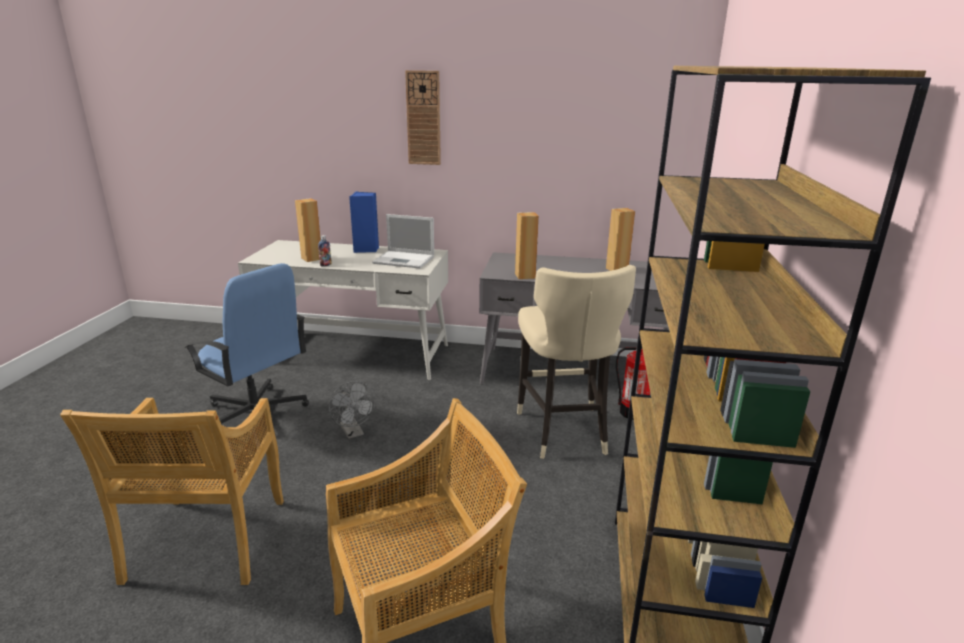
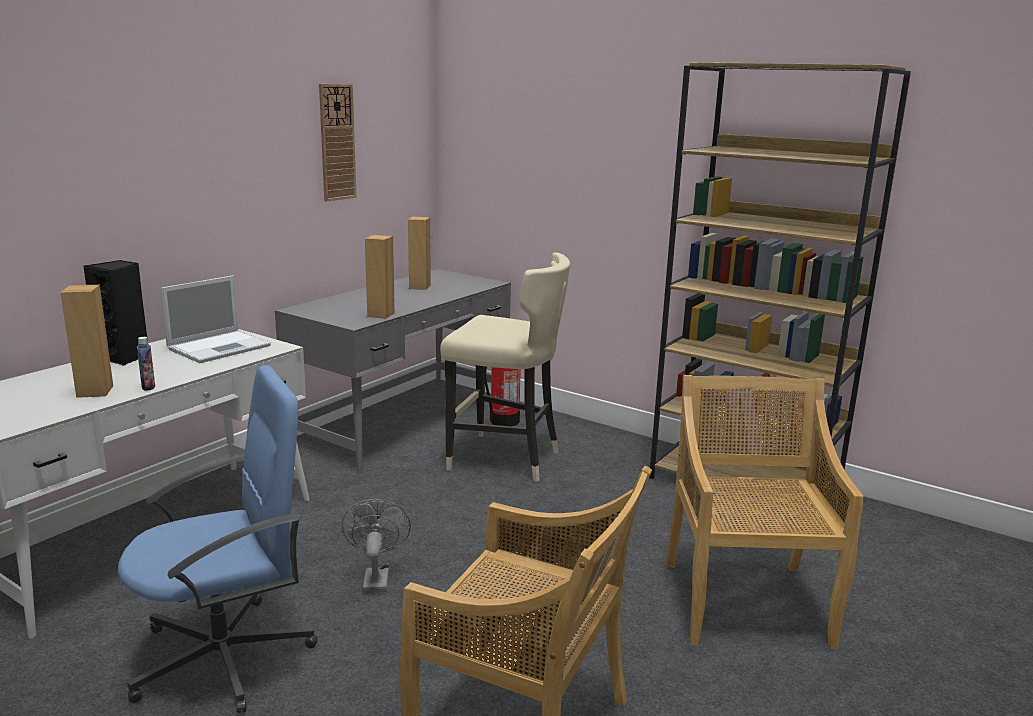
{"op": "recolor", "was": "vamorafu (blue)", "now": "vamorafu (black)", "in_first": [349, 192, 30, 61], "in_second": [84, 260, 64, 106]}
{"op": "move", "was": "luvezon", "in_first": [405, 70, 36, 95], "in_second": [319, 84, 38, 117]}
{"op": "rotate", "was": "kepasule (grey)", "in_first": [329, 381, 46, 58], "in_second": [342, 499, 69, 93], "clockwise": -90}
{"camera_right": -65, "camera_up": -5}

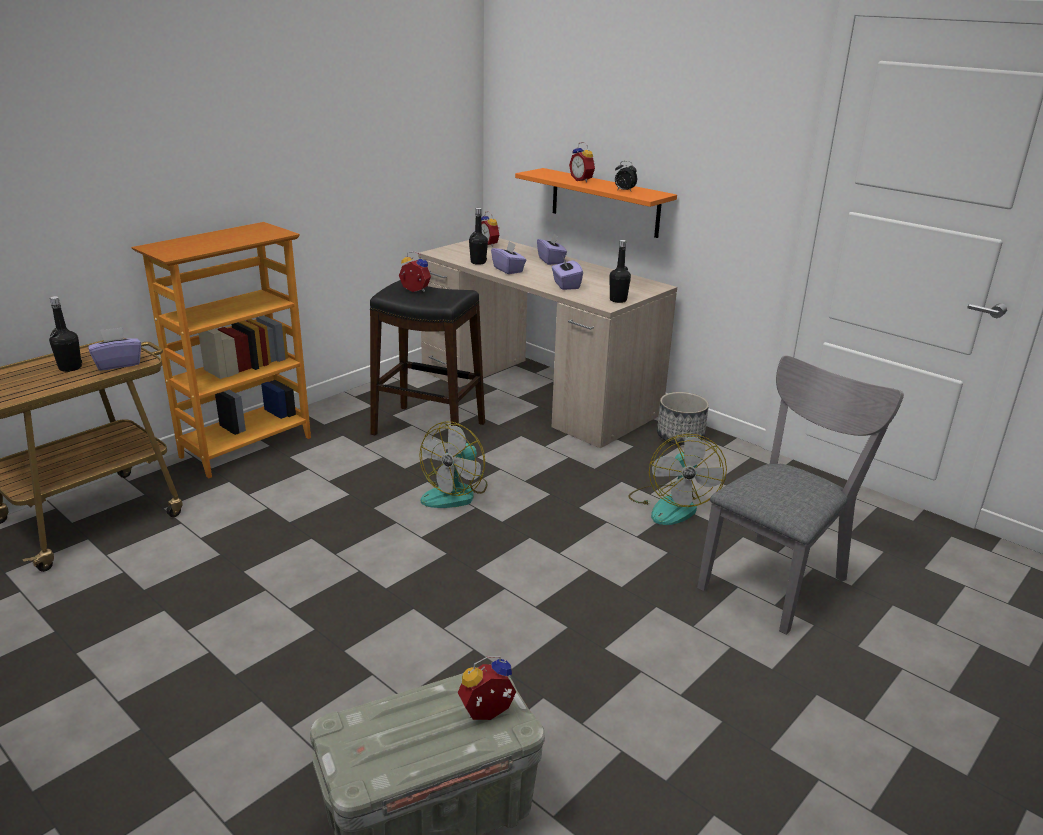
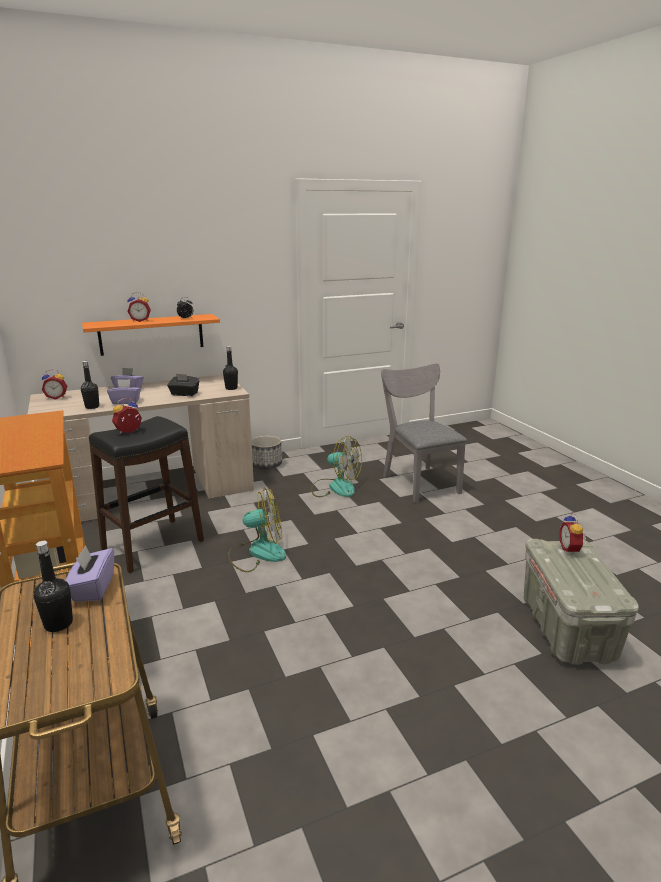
{"op": "recolor", "was": "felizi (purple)", "now": "felizi (black)", "in_first": [552, 257, 31, 33], "in_second": [167, 374, 33, 22]}
{"op": "rotate", "was": "kepasule", "in_first": [419, 422, 68, 86], "in_second": [228, 487, 58, 85], "clockwise": -60}
{"camera_right": -65, "camera_up": -5}

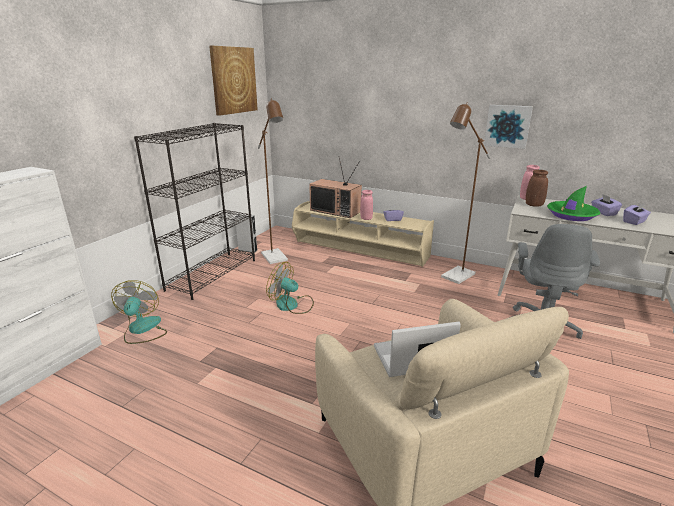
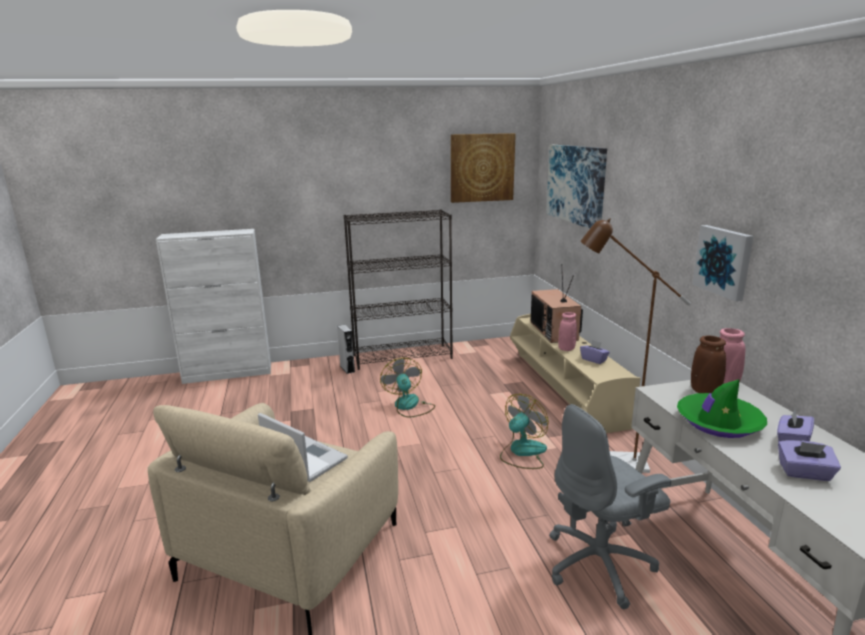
{"op": "move", "was": "vamorafu (grey)", "in_first": [235, 214, 22, 39], "in_second": [337, 325, 18, 49]}
{"op": "move", "was": "kepasule", "in_first": [111, 280, 56, 64], "in_second": [500, 394, 49, 75]}
{"op": "insert", "now": "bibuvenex", "in_second": [546, 145, 61, 84]}
{"op": "delete", "was": "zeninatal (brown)", "in_first": [258, 99, 30, 165]}
{"camera_right": 50, "camera_up": -5}

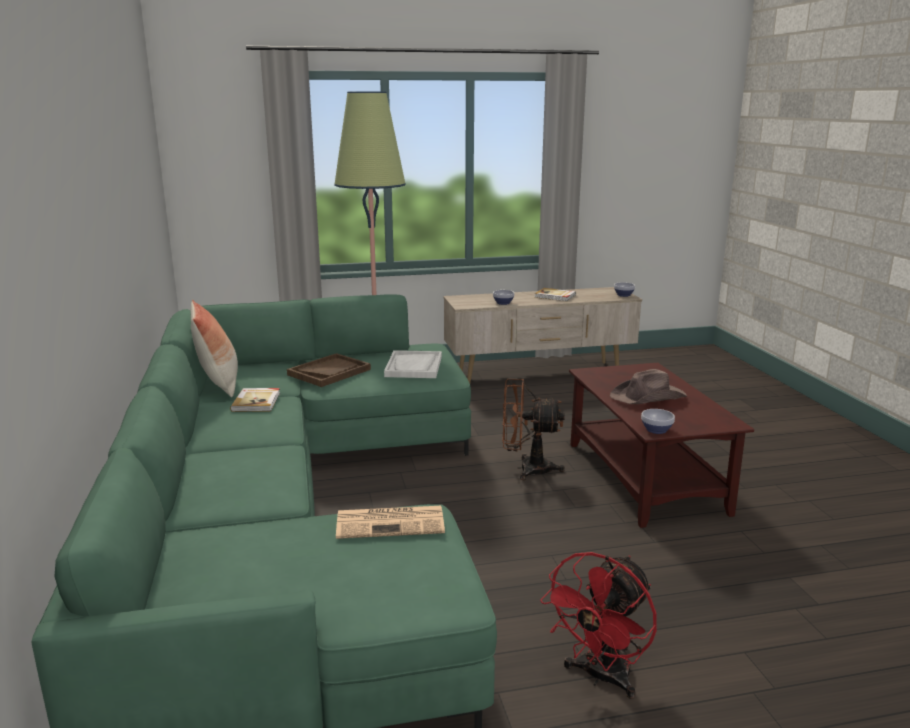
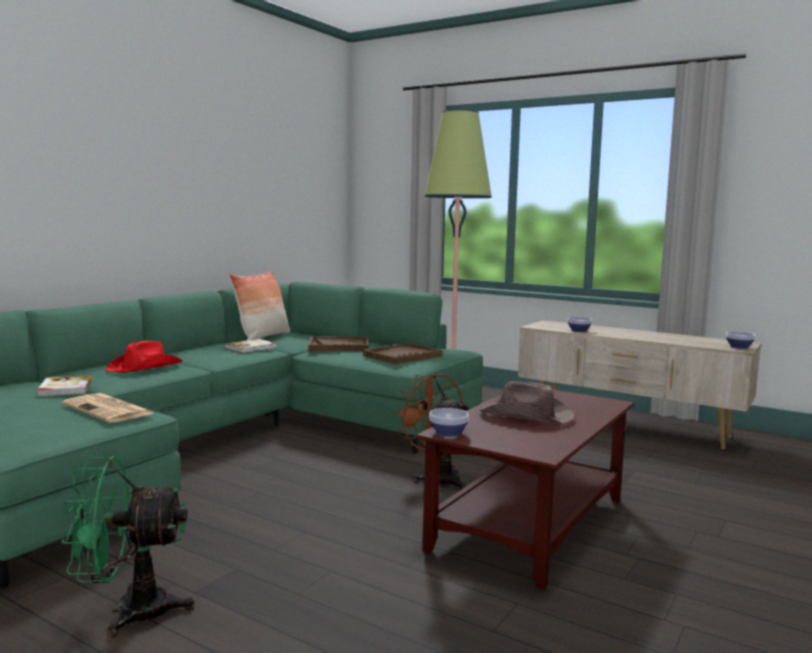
{"op": "move", "was": "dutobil", "in_first": [534, 288, 42, 13], "in_second": [37, 375, 55, 22]}
{"op": "recolor", "was": "kepasule (red)", "now": "kepasule (green)", "in_first": [540, 552, 117, 147], "in_second": [61, 456, 133, 181]}
{"op": "insert", "now": "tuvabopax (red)", "in_second": [105, 341, 78, 31]}
{"op": "recolor", "was": "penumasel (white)", "now": "penumasel (brown)", "in_first": [384, 350, 58, 28], "in_second": [363, 343, 80, 21]}
{"camera_right": 45, "camera_up": -10}

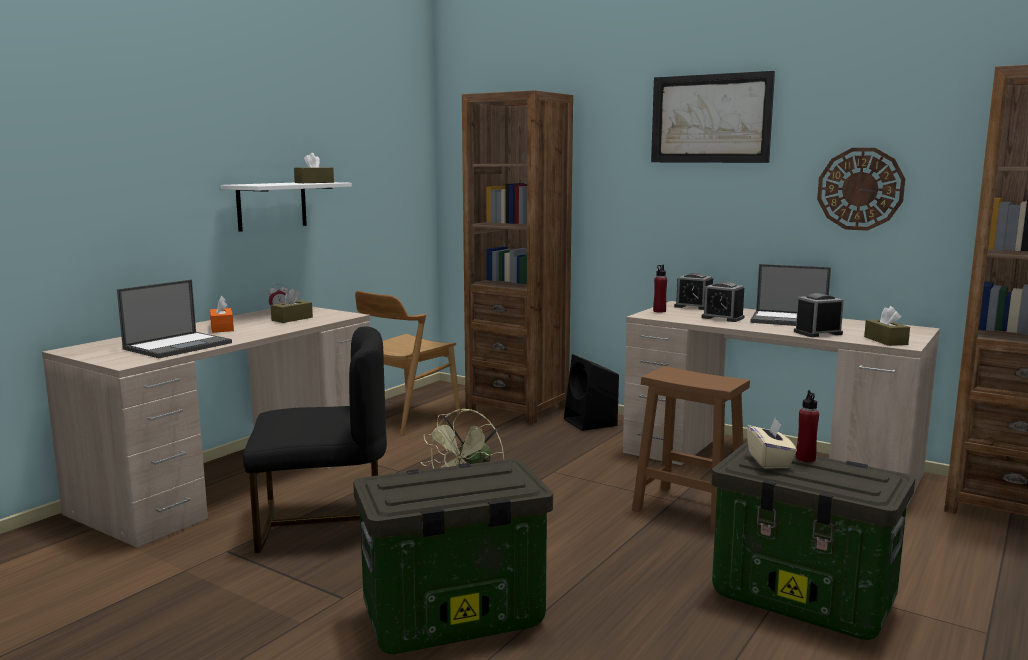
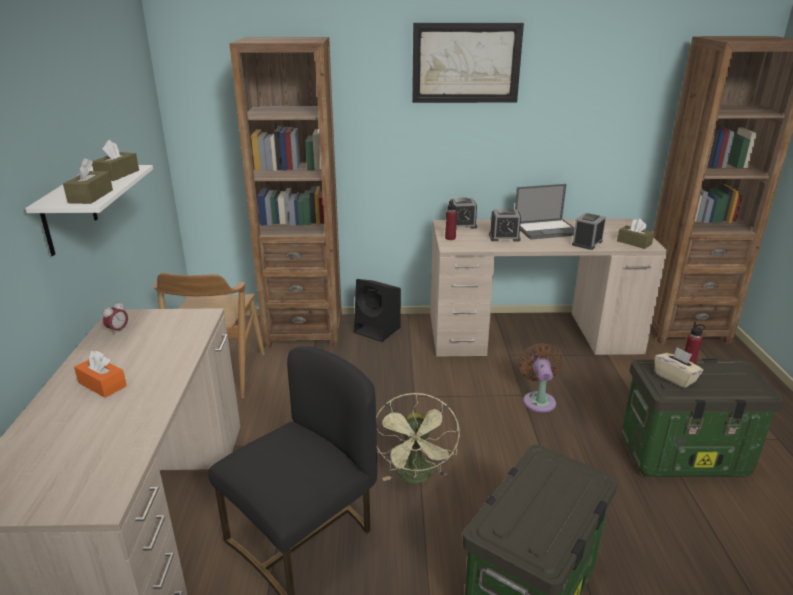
{"op": "move", "was": "felizi (brown)", "in_first": [271, 288, 42, 35], "in_second": [63, 158, 50, 46]}
{"op": "replace", "was": "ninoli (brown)", "now": "kepasule (brown)", "in_first": [632, 366, 118, 167], "in_second": [518, 343, 45, 70]}
{"op": "delete", "was": "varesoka", "in_first": [117, 280, 115, 78]}
{"op": "delete", "was": "luvezon", "in_first": [817, 148, 88, 83]}
{"camera_right": -35, "camera_up": 15}

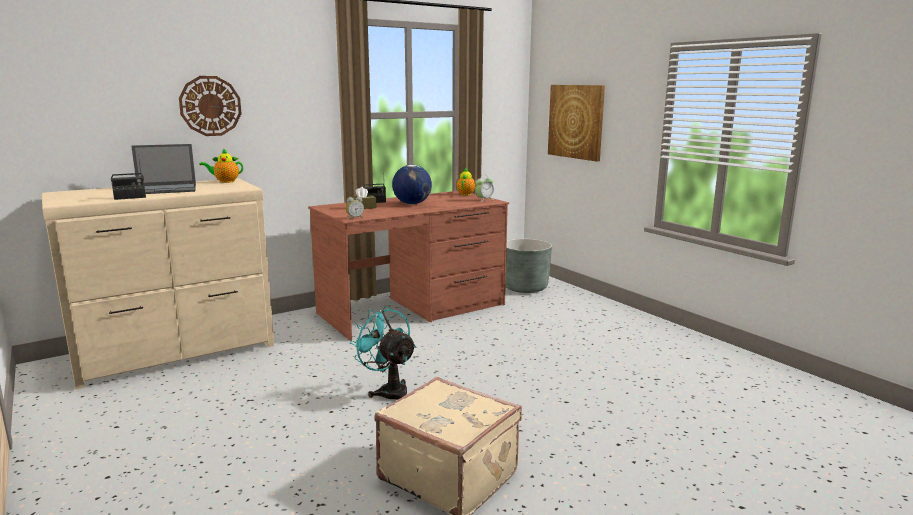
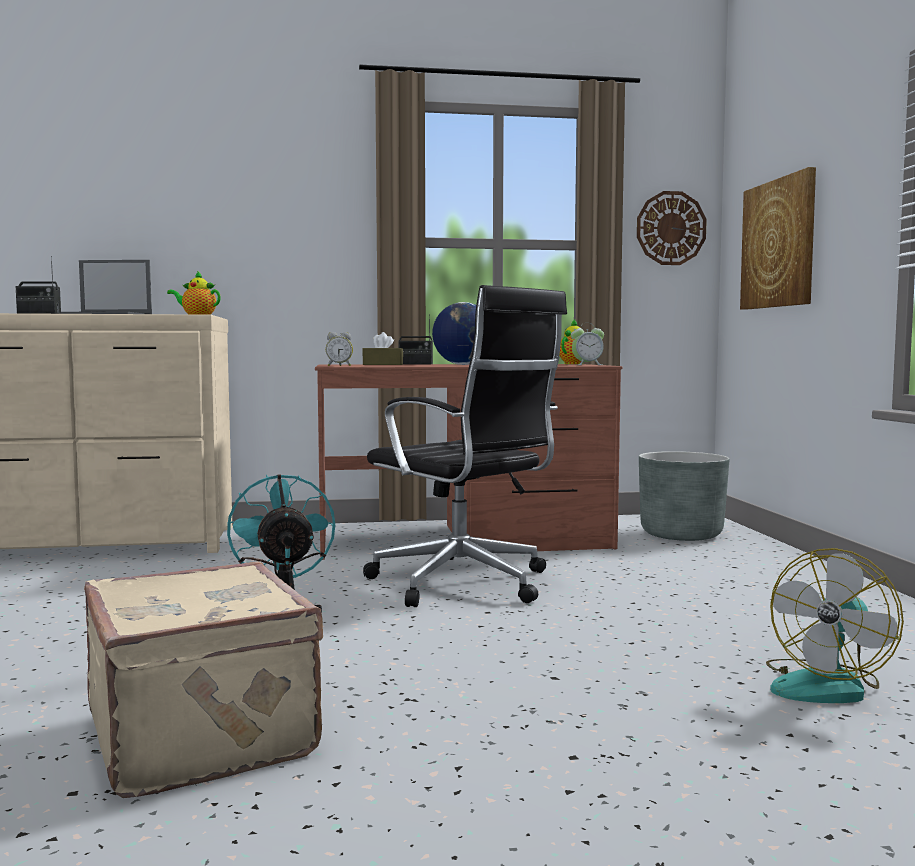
{"op": "insert", "now": "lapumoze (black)", "in_second": [363, 285, 204, 322]}
{"op": "move", "was": "luvezon", "in_first": [179, 76, 63, 60], "in_second": [637, 191, 70, 74]}
{"op": "insert", "now": "kepasule", "in_second": [766, 548, 138, 155]}
{"camera_right": 25, "camera_up": -10}

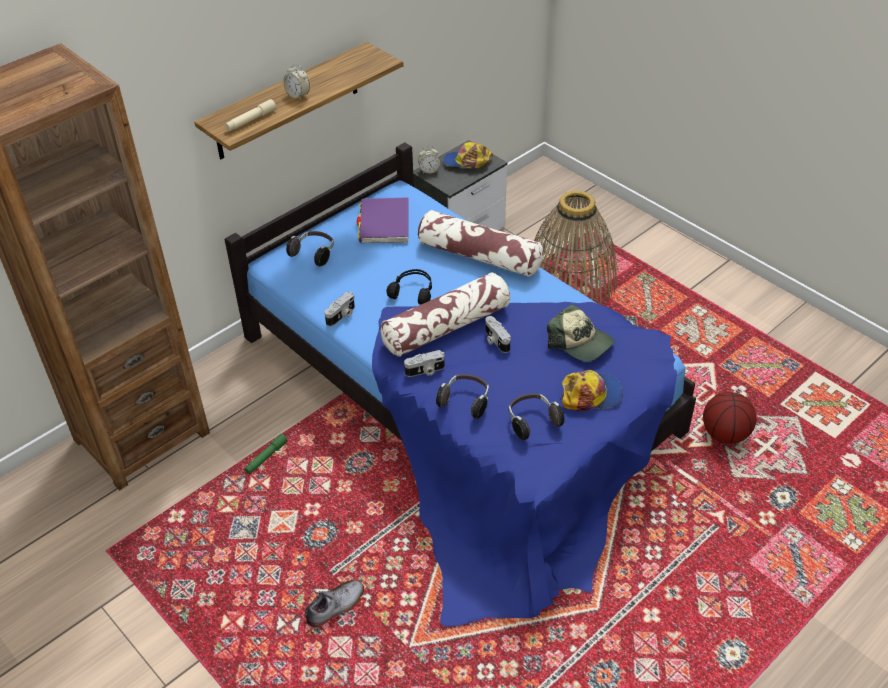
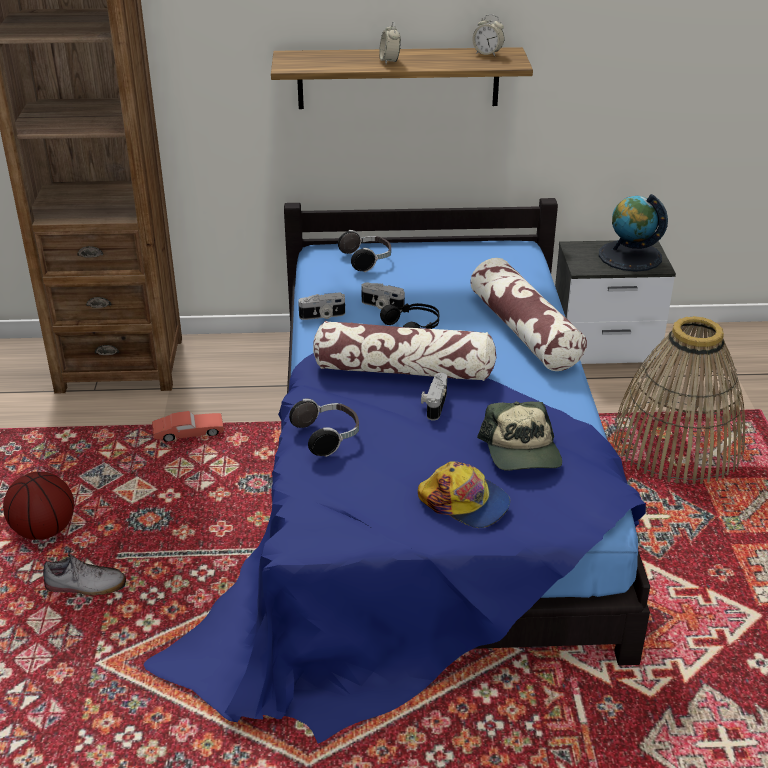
{"op": "move", "was": "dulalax", "in_first": [703, 392, 53, 52], "in_second": [3, 472, 71, 68]}
{"op": "replace", "was": "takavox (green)", "now": "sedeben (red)", "in_first": [244, 434, 44, 40], "in_second": [152, 411, 72, 31]}
{"op": "move", "was": "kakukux", "in_first": [404, 350, 41, 27], "in_second": [361, 283, 44, 28]}
{"op": "move", "was": "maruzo", "in_first": [418, 146, 22, 28], "in_second": [472, 14, 32, 42]}
{"op": "replace", "was": "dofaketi", "now": "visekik", "in_first": [443, 142, 50, 26], "in_second": [599, 194, 69, 78]}
{"op": "delete", "was": "takavox (beige)", "in_first": [225, 99, 51, 32]}
{"op": "delete", "was": "dutobil (purple)", "in_first": [357, 197, 52, 46]}
{"op": "delete", "was": "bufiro", "in_first": [509, 393, 56, 47]}
{"camera_right": 40, "camera_up": -10}

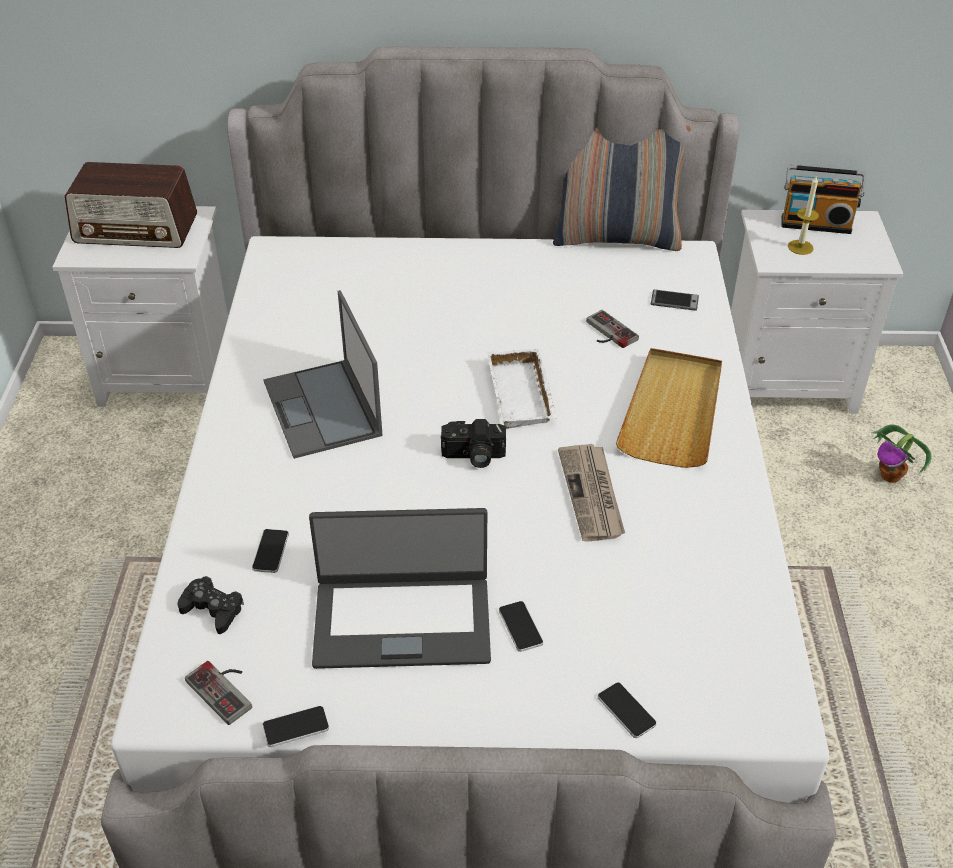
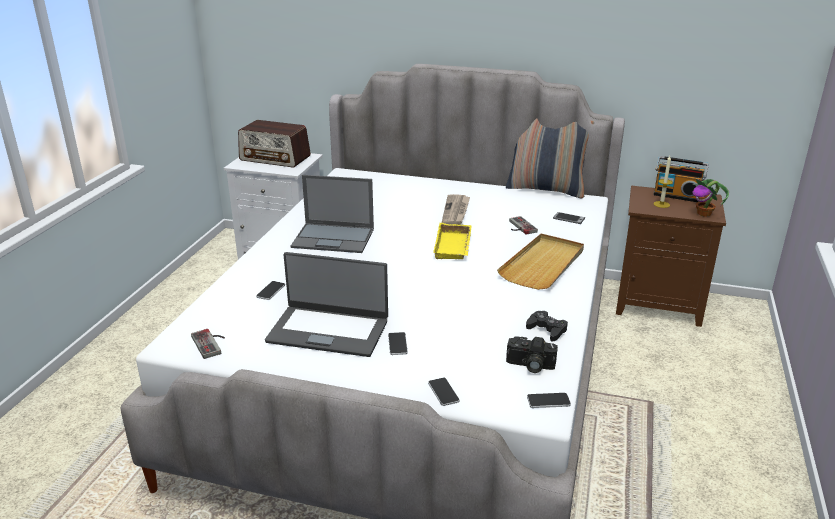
{"op": "rotate", "was": "varesoka", "in_first": [263, 290, 119, 169], "in_second": [291, 175, 83, 78], "clockwise": -75}
{"op": "recolor", "was": "penumasel (white)", "now": "penumasel (yellow)", "in_first": [487, 348, 71, 81], "in_second": [433, 223, 39, 36]}
{"op": "move", "was": "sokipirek", "in_first": [558, 444, 67, 98], "in_second": [442, 194, 28, 31]}
{"op": "move", "was": "kakukux", "in_first": [441, 419, 65, 49], "in_second": [506, 336, 52, 37]}
{"op": "move", "was": "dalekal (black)", "in_first": [177, 576, 67, 58], "in_second": [526, 311, 42, 31]}
{"op": "move", "was": "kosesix", "in_first": [263, 706, 66, 41], "in_second": [527, 393, 44, 15]}
{"op": "recolor", "was": "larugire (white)", "now": "larugire (brown)", "in_first": [731, 210, 172, 204], "in_second": [616, 186, 110, 141]}
{"op": "move", "was": "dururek", "in_first": [872, 424, 60, 59], "in_second": [692, 179, 37, 38]}
{"camera_right": 15, "camera_up": -15}

